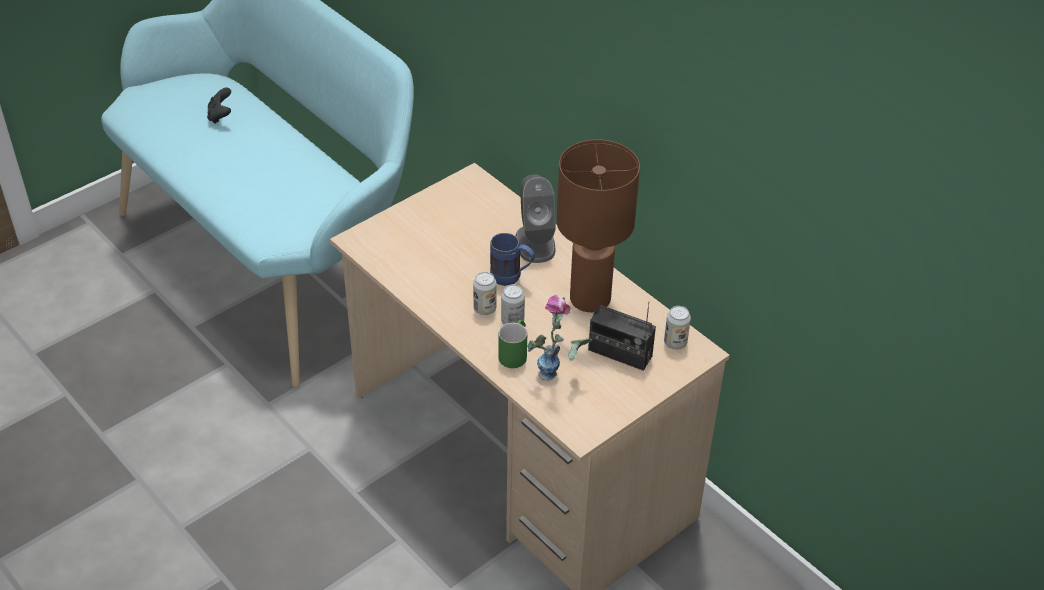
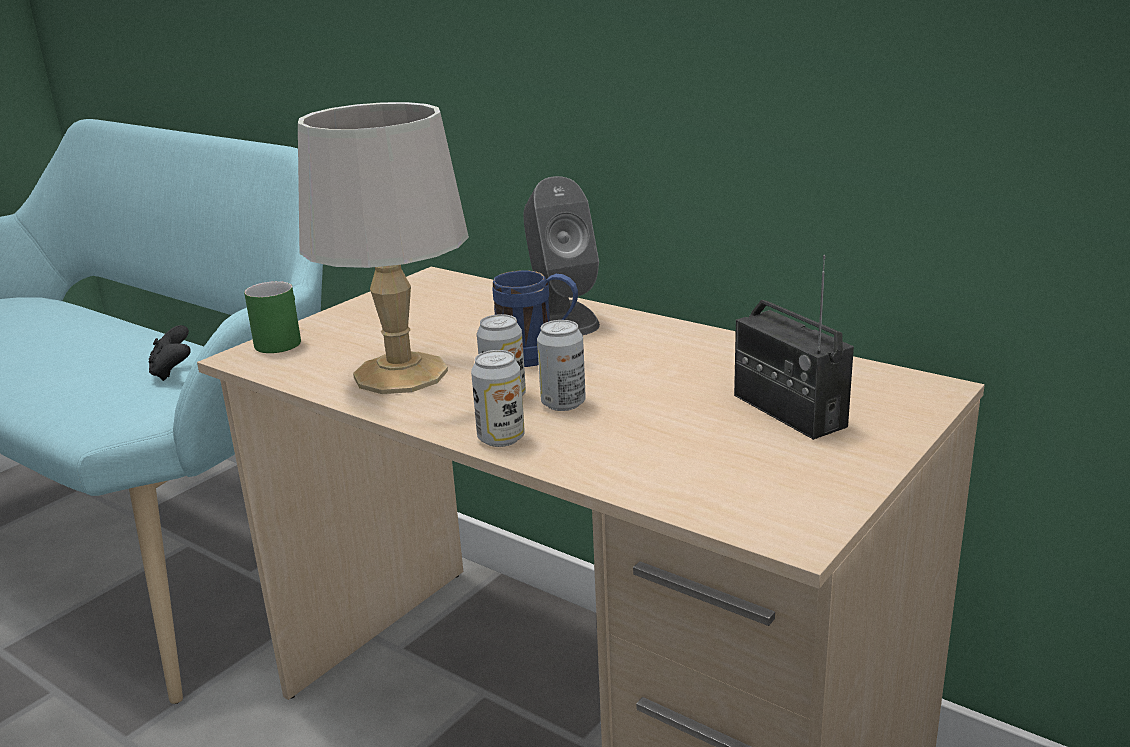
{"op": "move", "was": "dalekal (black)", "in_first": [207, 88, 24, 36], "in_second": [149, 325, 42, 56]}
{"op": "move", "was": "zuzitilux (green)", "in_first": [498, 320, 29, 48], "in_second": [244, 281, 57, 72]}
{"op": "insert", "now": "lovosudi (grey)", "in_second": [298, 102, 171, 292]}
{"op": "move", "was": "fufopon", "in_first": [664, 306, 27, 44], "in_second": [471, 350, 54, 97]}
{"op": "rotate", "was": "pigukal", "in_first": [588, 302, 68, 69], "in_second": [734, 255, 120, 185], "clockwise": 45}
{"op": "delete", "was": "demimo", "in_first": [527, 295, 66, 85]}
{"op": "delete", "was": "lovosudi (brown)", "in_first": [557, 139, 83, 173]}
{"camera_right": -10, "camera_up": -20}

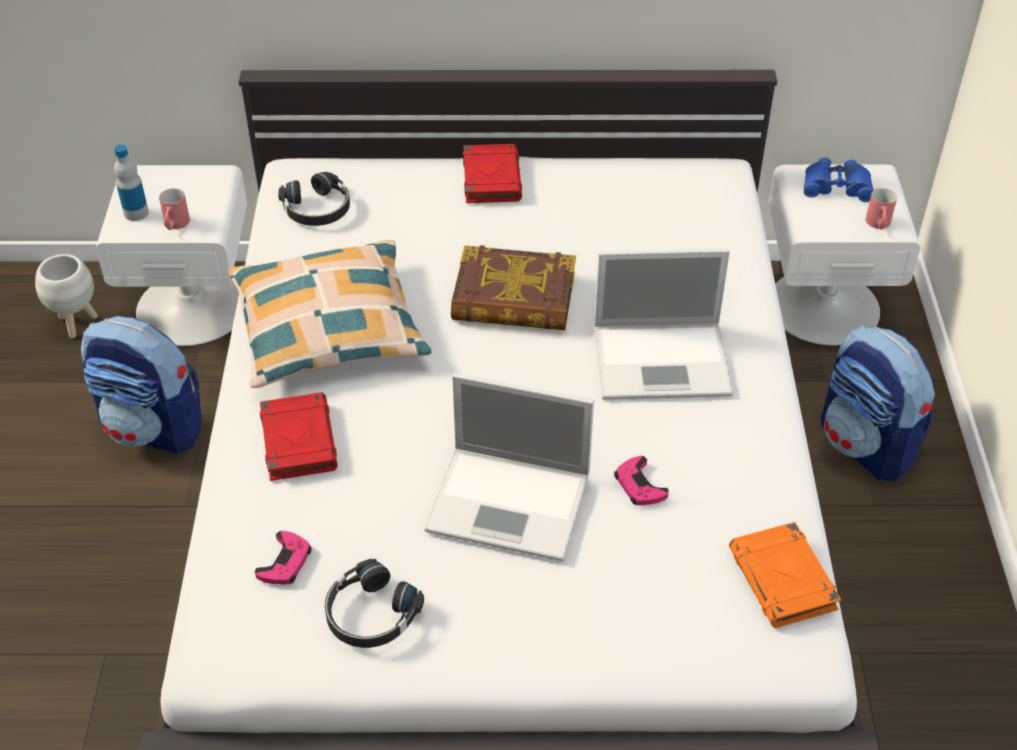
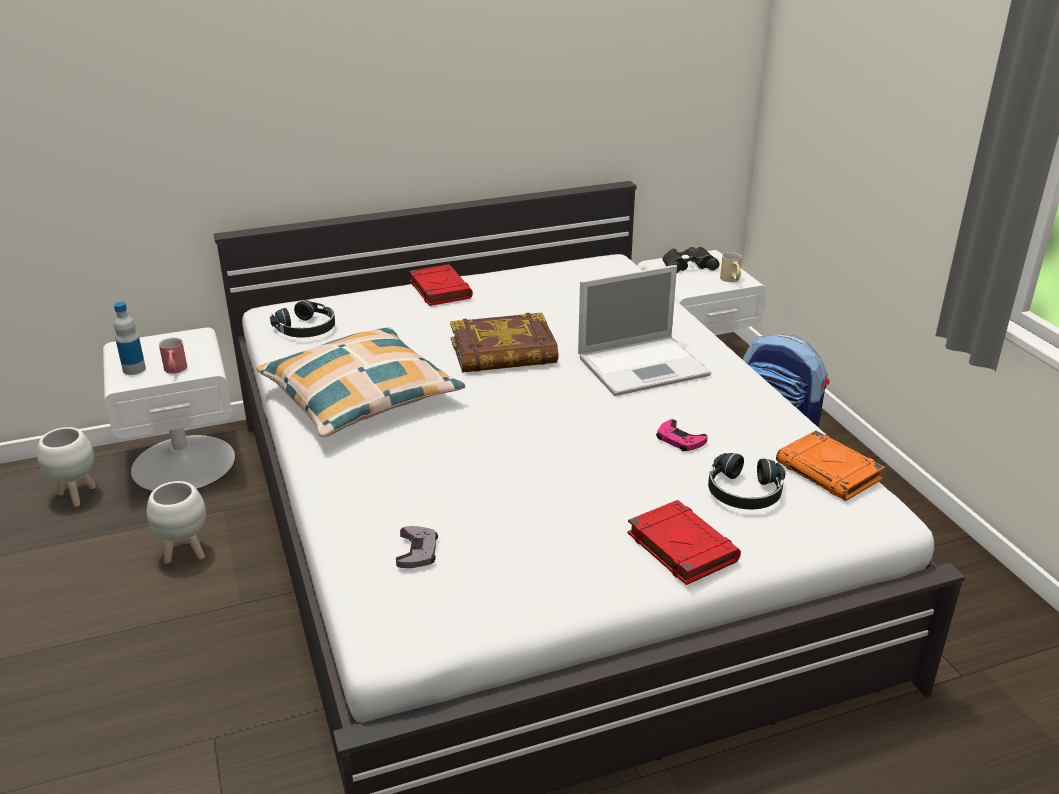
{"op": "replace", "was": "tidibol", "now": "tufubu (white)", "in_first": [81, 316, 121, 138], "in_second": [147, 481, 59, 83]}
{"op": "recolor", "was": "dalekal (pink)", "now": "dalekal (grey)", "in_first": [255, 531, 57, 53], "in_second": [396, 526, 42, 42]}
{"op": "move", "was": "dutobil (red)", "in_first": [260, 392, 78, 89], "in_second": [627, 500, 114, 85]}
{"op": "recolor", "was": "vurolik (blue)", "now": "vurolik (black)", "in_first": [803, 158, 71, 44], "in_second": [662, 247, 58, 26]}
{"op": "move", "was": "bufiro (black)", "in_first": [325, 559, 99, 89], "in_second": [708, 453, 78, 56]}
{"op": "recolor", "was": "zuzitilux (red)", "now": "zuzitilux (beige)", "in_first": [866, 188, 31, 41], "in_second": [720, 252, 22, 30]}
{"op": "delete", "was": "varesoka", "in_first": [424, 373, 170, 188]}
{"camera_right": -20, "camera_up": -15}

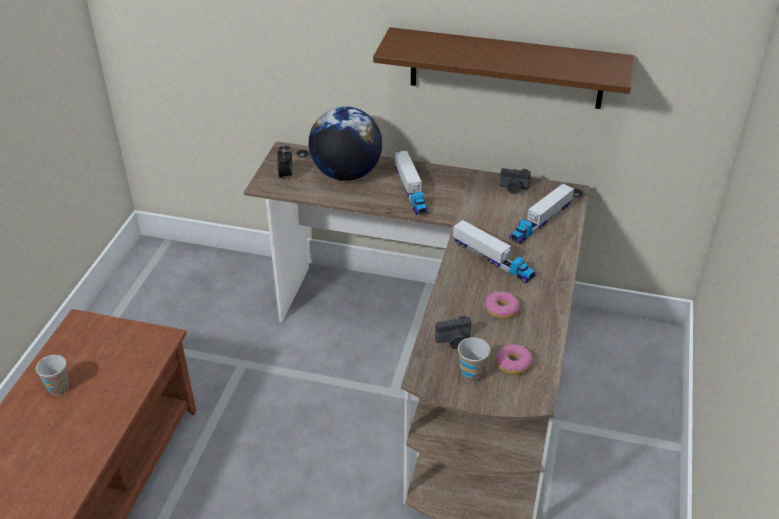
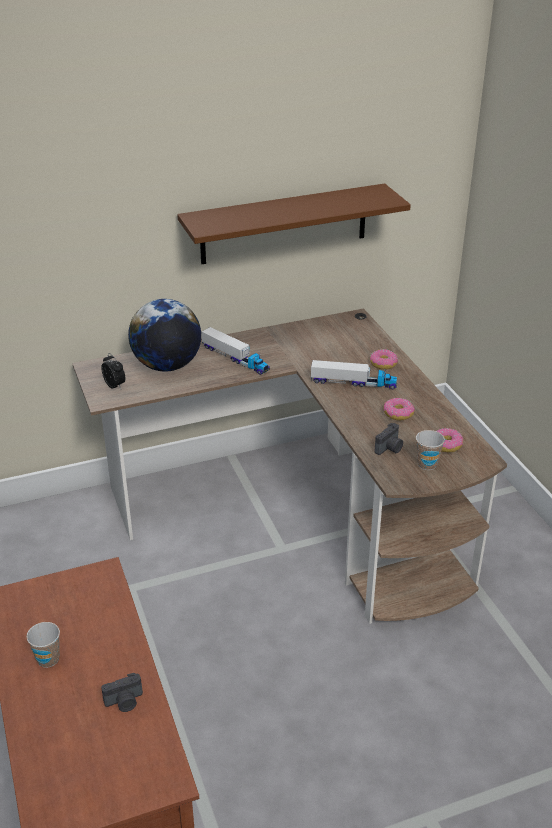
{"op": "move", "was": "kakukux", "in_first": [500, 168, 31, 26], "in_second": [101, 673, 42, 39]}
{"op": "insert", "now": "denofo", "in_second": [370, 349, 28, 21]}
{"op": "delete", "was": "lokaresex", "in_first": [509, 184, 65, 60]}
{"camera_right": -35, "camera_up": -5}

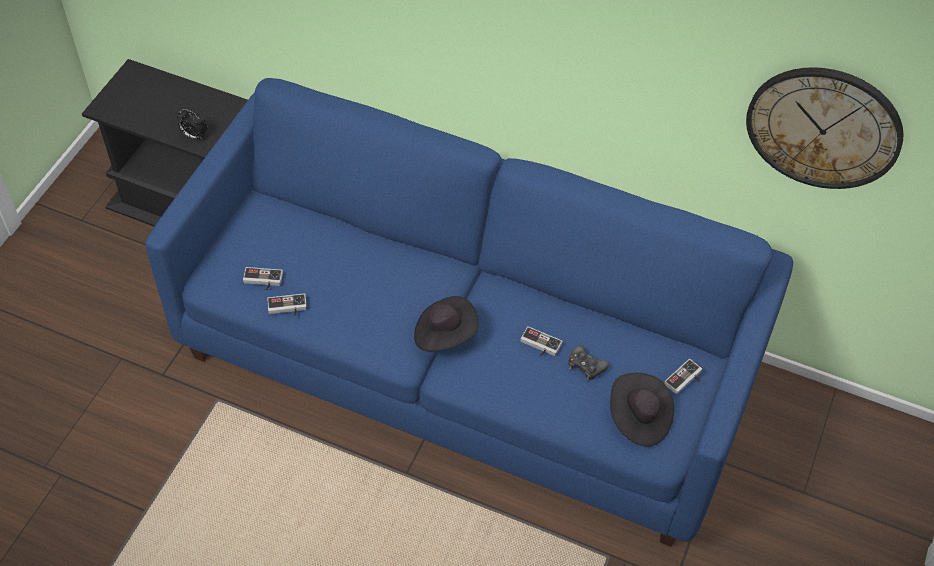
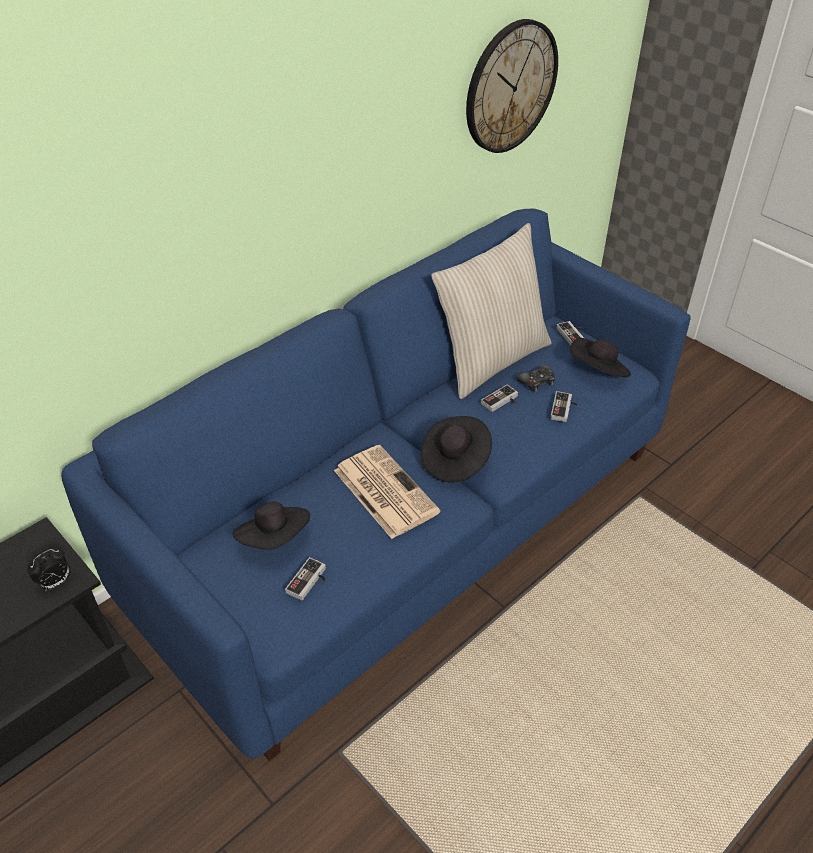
{"op": "insert", "now": "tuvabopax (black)", "in_second": [233, 501, 77, 49]}
{"op": "insert", "now": "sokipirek", "in_second": [334, 445, 107, 94]}
{"op": "insert", "now": "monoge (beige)", "in_second": [431, 223, 121, 176]}
{"op": "move", "was": "dalekal", "in_first": [267, 293, 40, 24], "in_second": [551, 391, 27, 31]}
{"camera_right": -65, "camera_up": -10}

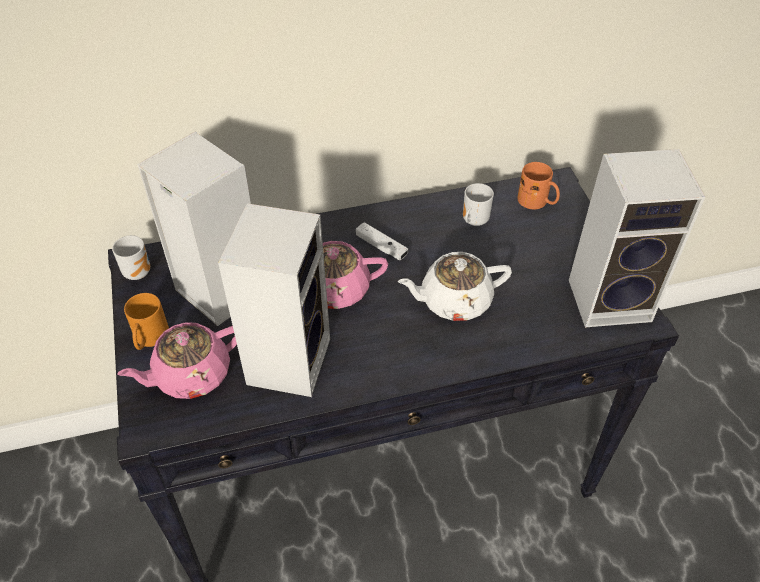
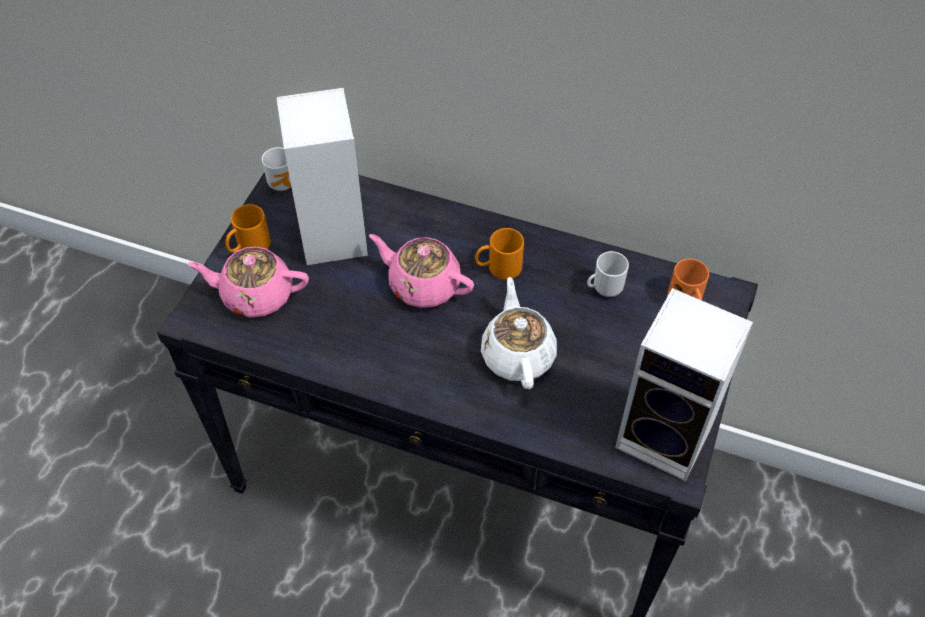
{"op": "replace", "was": "dalekal (white)", "now": "zuzitilux (orange)", "in_first": [356, 222, 52, 38], "in_second": [475, 228, 49, 52]}
{"op": "rotate", "was": "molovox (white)", "in_first": [398, 252, 114, 69], "in_second": [481, 277, 76, 112], "clockwise": 60}
{"op": "delete", "was": "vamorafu", "in_first": [218, 203, 112, 194]}
{"camera_right": 35, "camera_up": 5}

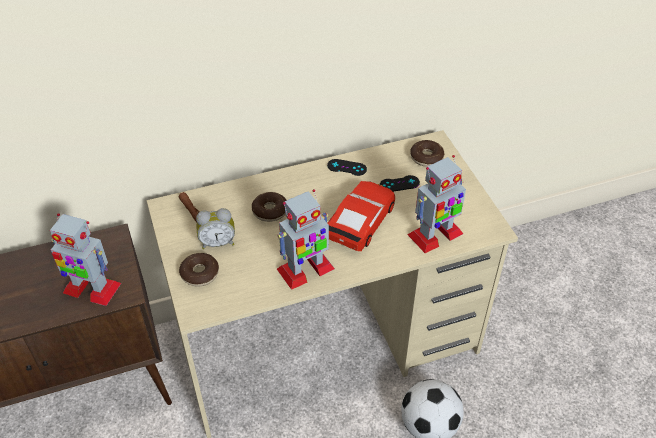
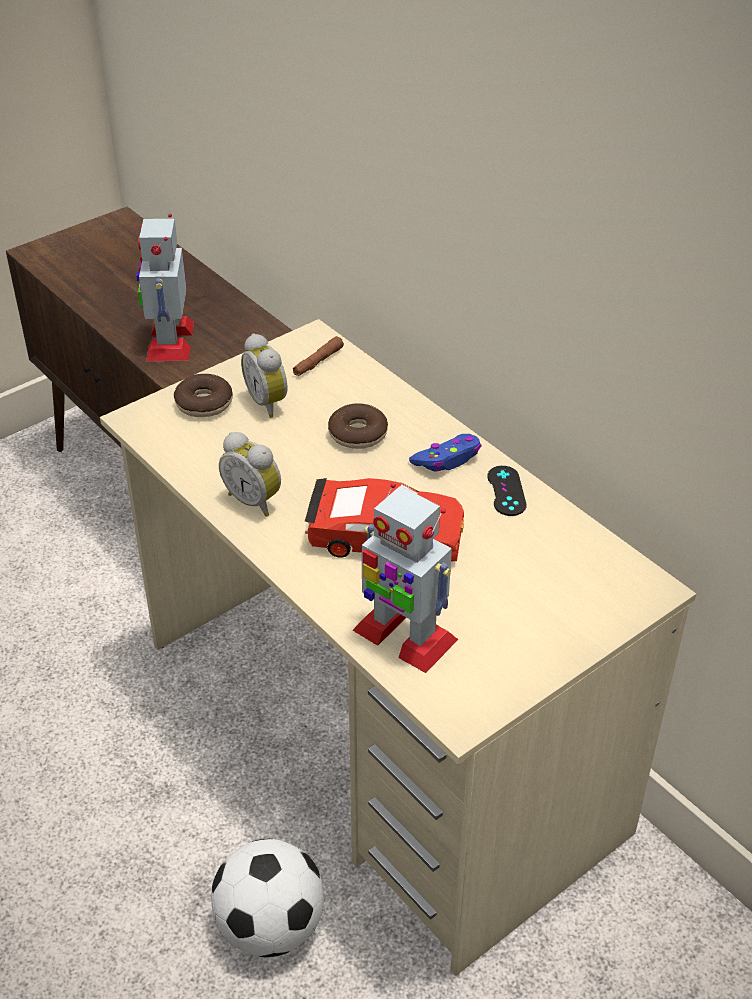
{"op": "replace", "was": "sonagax", "now": "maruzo", "in_first": [277, 189, 58, 101], "in_second": [219, 432, 62, 85]}
{"op": "insert", "now": "dalekal (blue)", "in_second": [409, 434, 73, 37]}
{"op": "delete", "was": "dalekal (black)", "in_first": [380, 175, 40, 17]}
{"op": "delete", "was": "denofo", "in_first": [410, 140, 35, 27]}
{"camera_right": 70, "camera_up": -5}

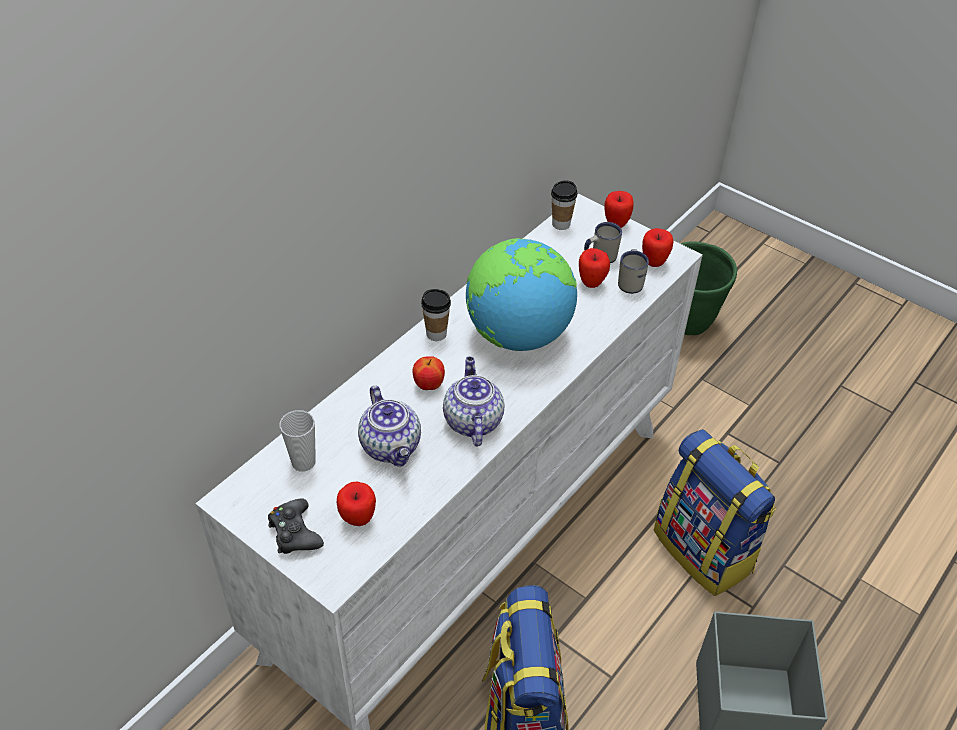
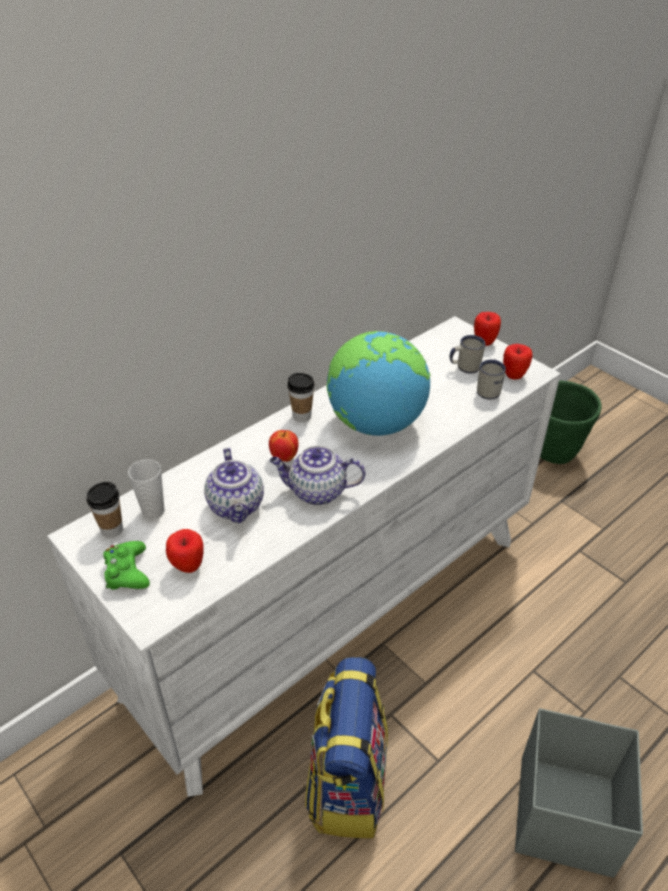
{"op": "move", "was": "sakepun", "in_first": [551, 180, 26, 50], "in_second": [87, 482, 36, 56]}
{"op": "recolor", "was": "dalekal (black)", "now": "dalekal (green)", "in_first": [268, 499, 56, 55], "in_second": [103, 541, 47, 49]}
{"op": "rotate", "was": "molovox", "in_first": [443, 357, 61, 89], "in_second": [270, 446, 96, 59], "clockwise": -90}
{"op": "delete", "was": "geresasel", "in_first": [579, 248, 31, 40]}
{"op": "delete", "was": "tidibol", "in_first": [654, 429, 122, 167]}
{"camera_right": 10, "camera_up": -5}

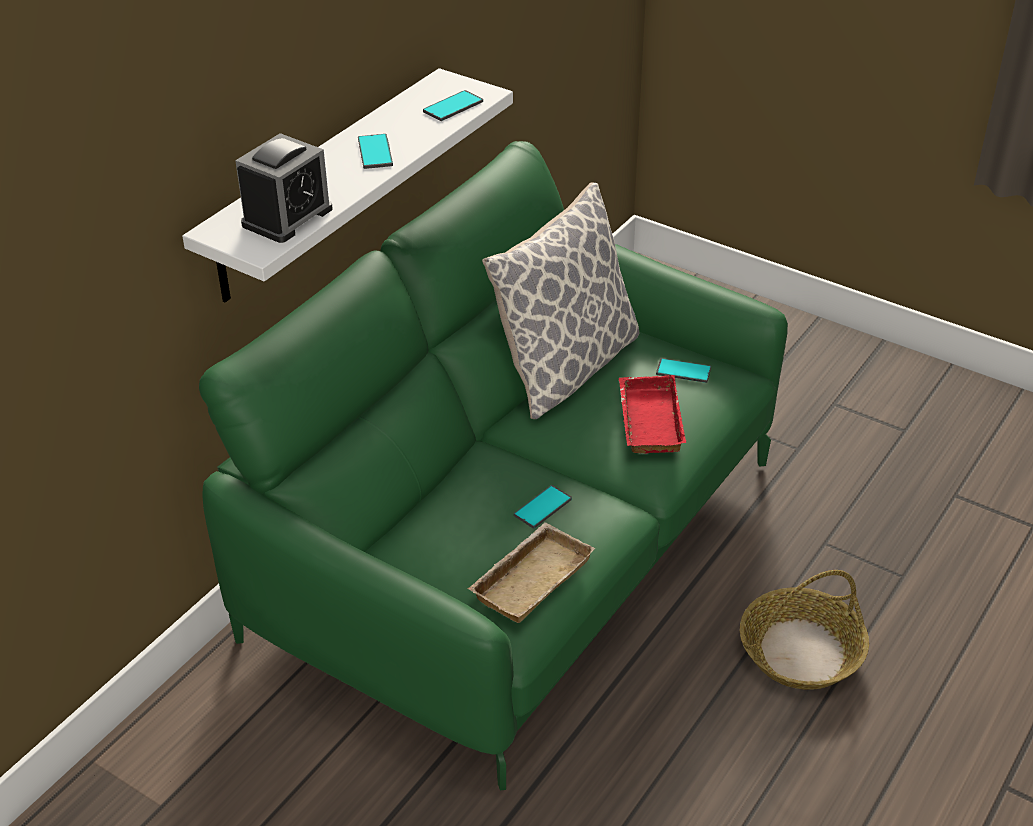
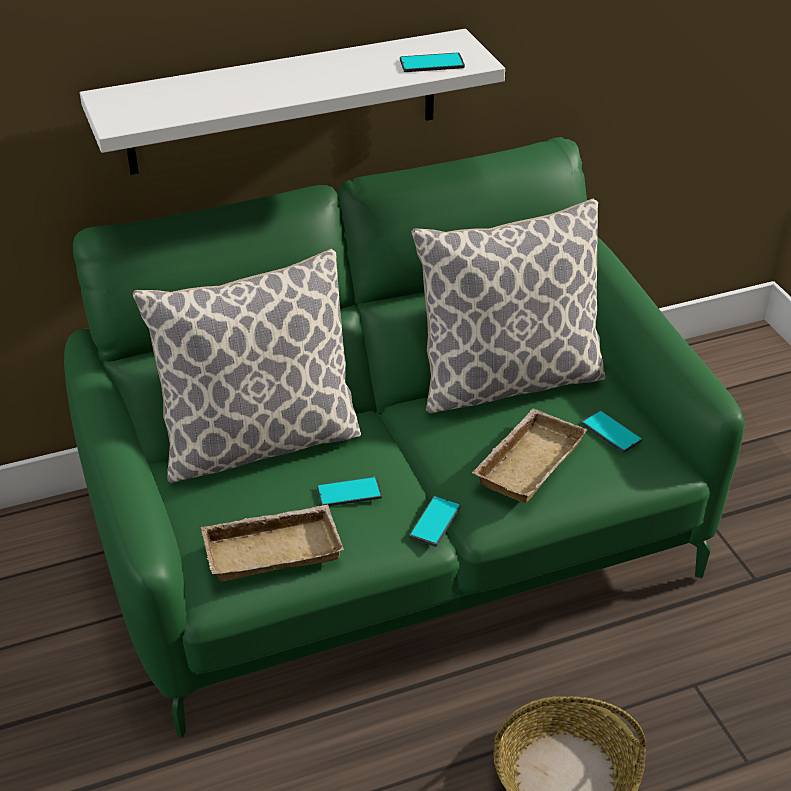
{"op": "insert", "now": "monoge", "in_second": [133, 249, 228, 234]}
{"op": "move", "was": "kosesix", "in_first": [358, 134, 35, 35], "in_second": [409, 496, 52, 51]}
{"op": "recolor", "was": "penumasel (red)", "now": "penumasel (beige)", "in_first": [618, 375, 68, 78], "in_second": [472, 408, 115, 95]}
{"op": "delete", "was": "maruzo", "in_first": [235, 133, 98, 110]}
{"camera_right": 35, "camera_up": 0}

